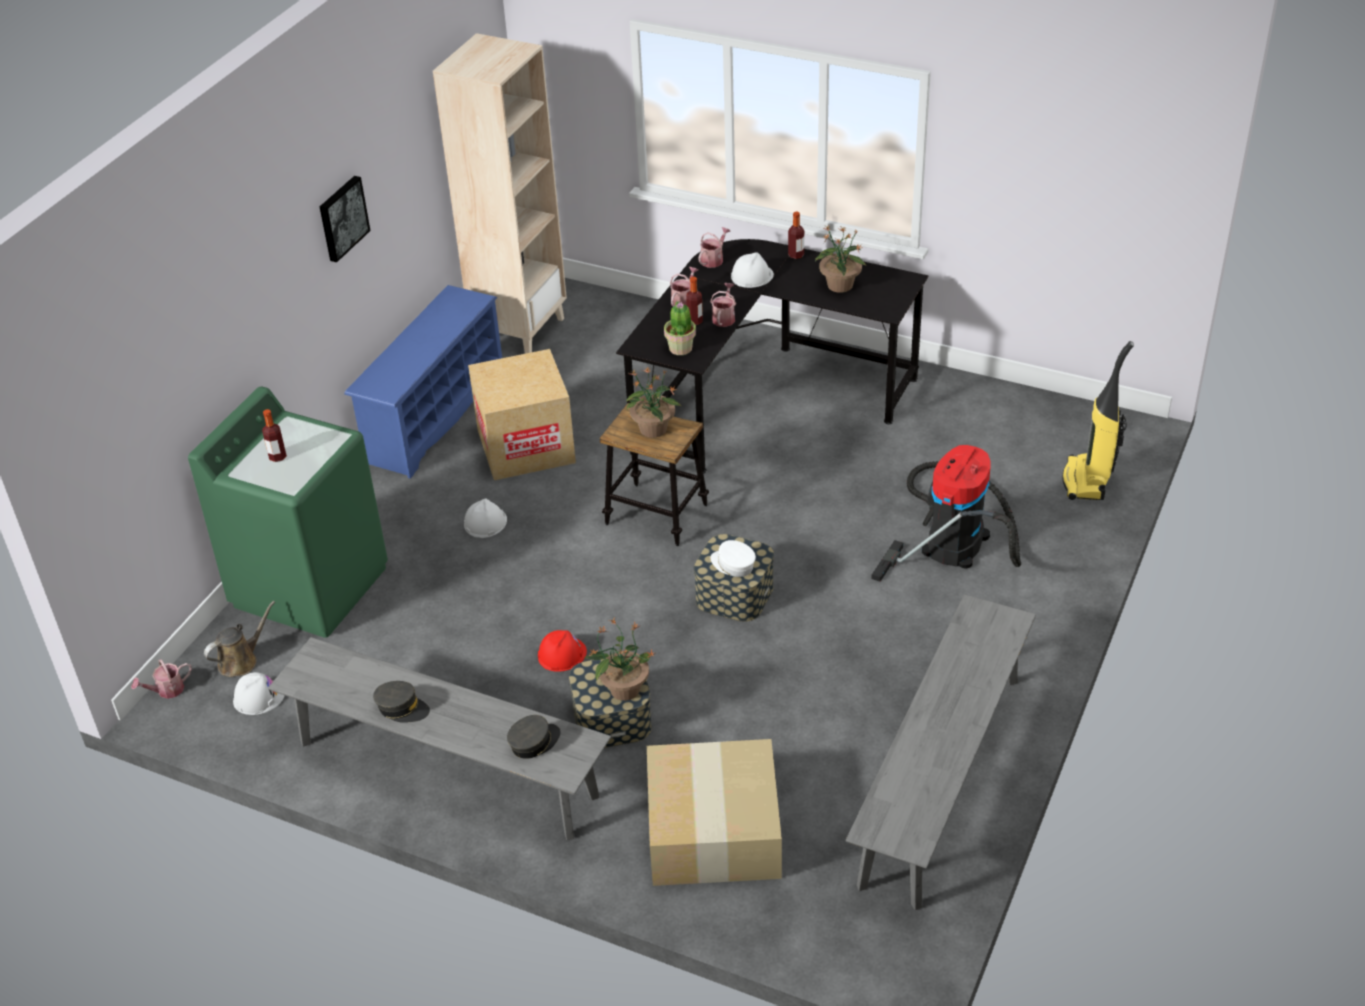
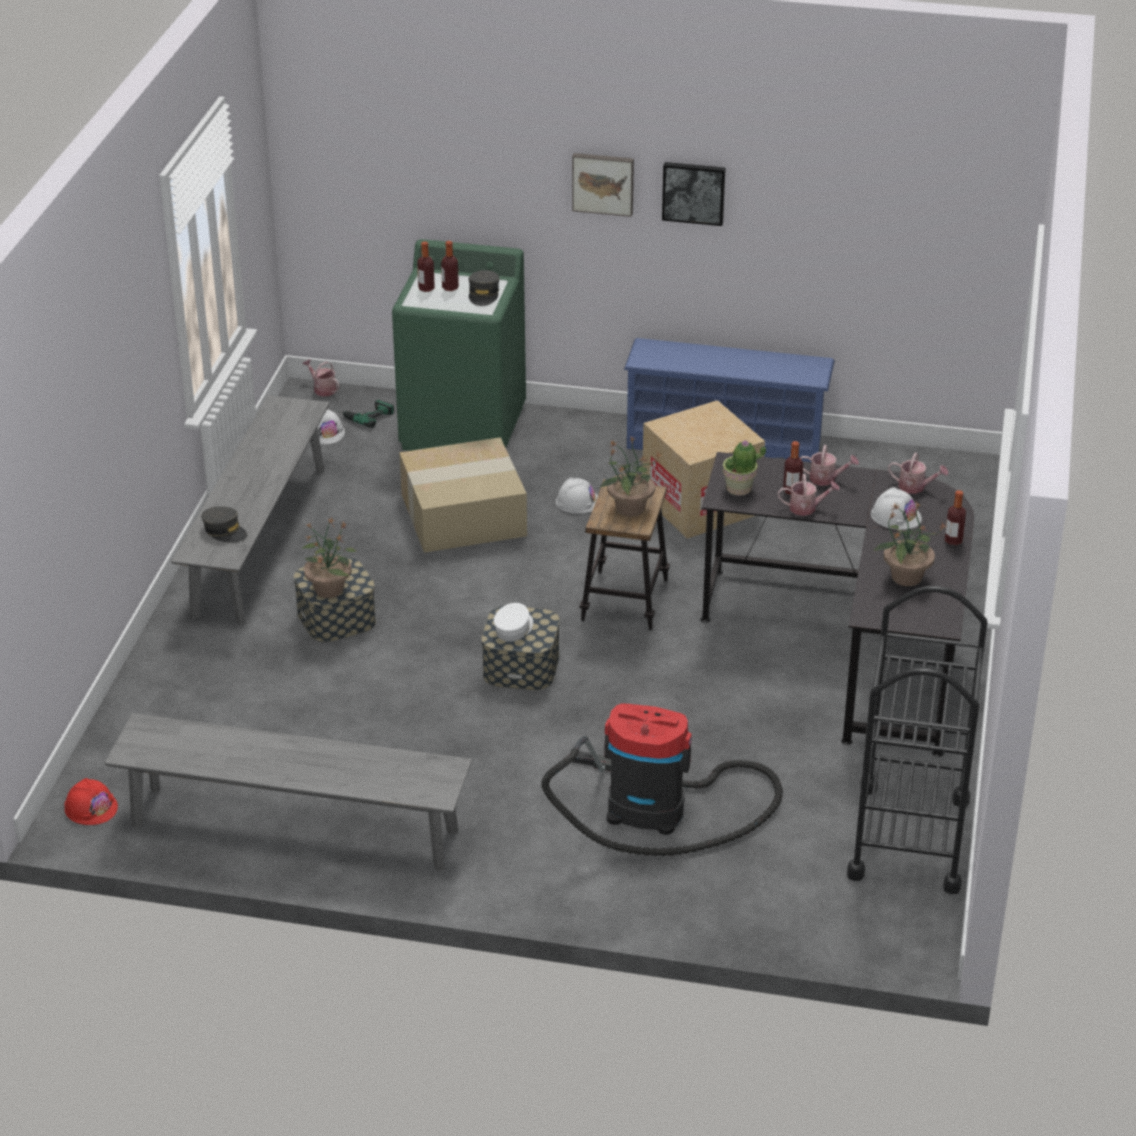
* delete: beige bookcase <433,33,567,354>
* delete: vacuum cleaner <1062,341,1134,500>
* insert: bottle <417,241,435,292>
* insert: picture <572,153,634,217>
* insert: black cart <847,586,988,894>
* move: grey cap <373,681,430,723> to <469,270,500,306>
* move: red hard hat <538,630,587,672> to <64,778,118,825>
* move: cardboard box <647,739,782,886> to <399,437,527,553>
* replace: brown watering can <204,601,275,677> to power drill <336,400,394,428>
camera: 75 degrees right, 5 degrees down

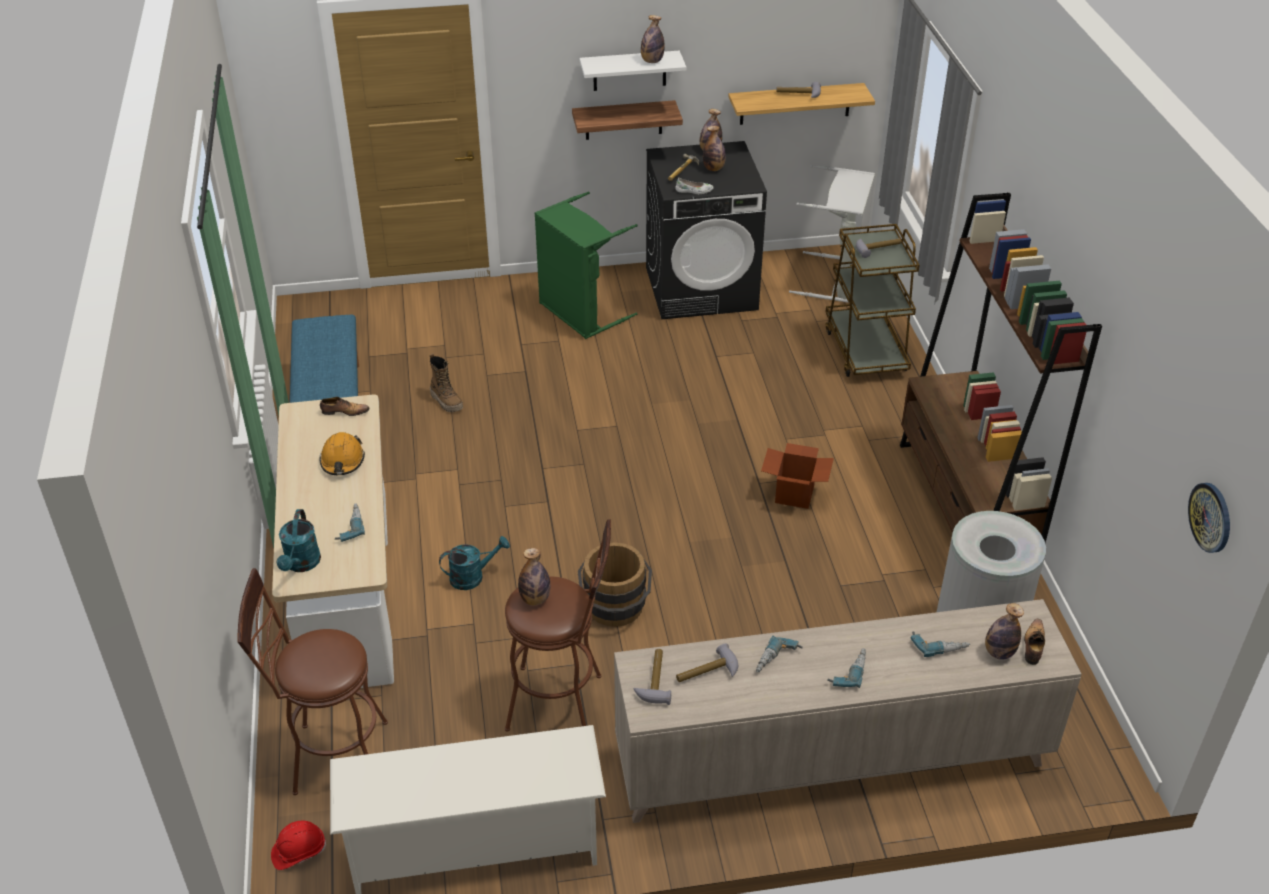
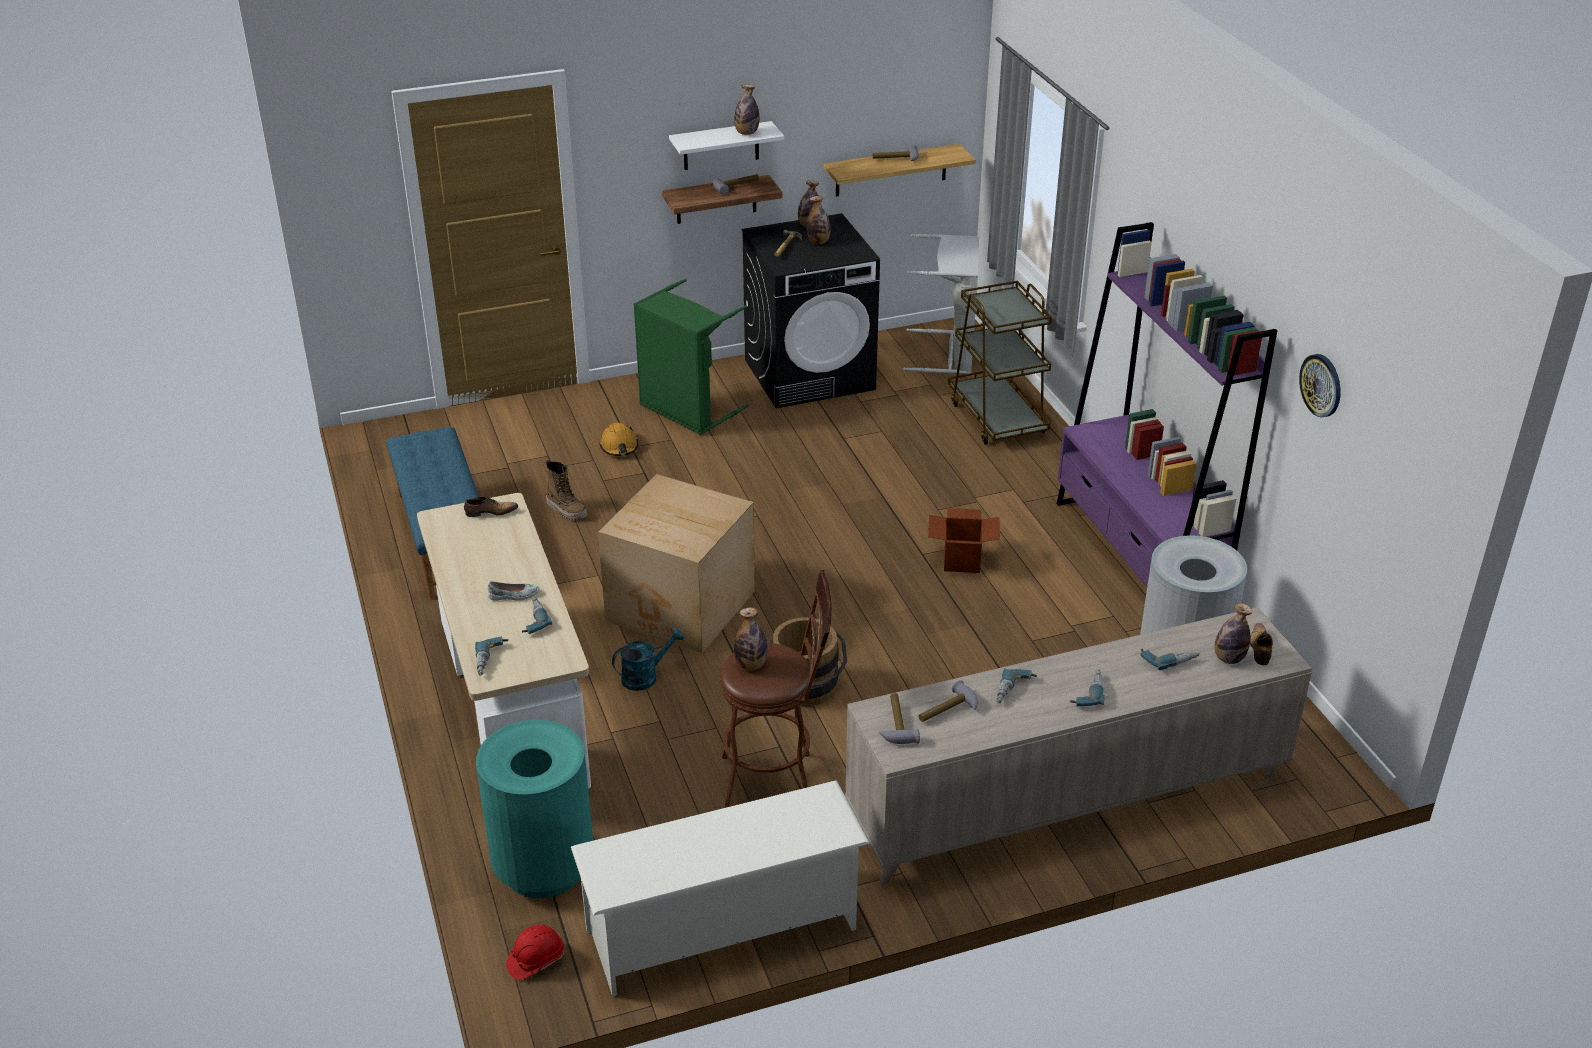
* insert: cardboard box <598,474,755,653>
* move: orange hard hat <319,432,365,475> to <600,422,638,456>
* move: white shoe <675,178,714,194> to <487,581,540,601>
* move: hammer <856,238,901,258> to <713,174,759,194>
* move: wall clock <1188,483,1230,553> to <1299,354,1341,418>
* replace: brown stool <238,568,388,795> to turquoise trash can <476,719,593,898>
* replace: turquoise watering can <277,509,321,572> to power drill <475,636,508,676>
* recolor: brown bookcase <900,193,1102,543> to purple bookcase <1057,222,1277,587>
camera: 10 degrees left, 5 degrees down

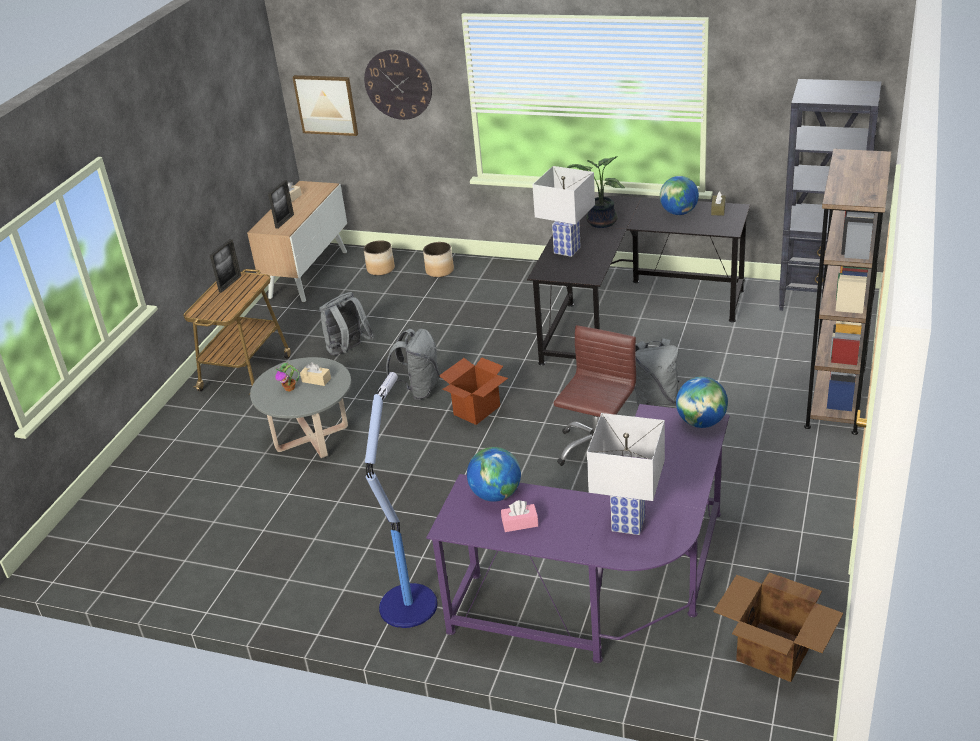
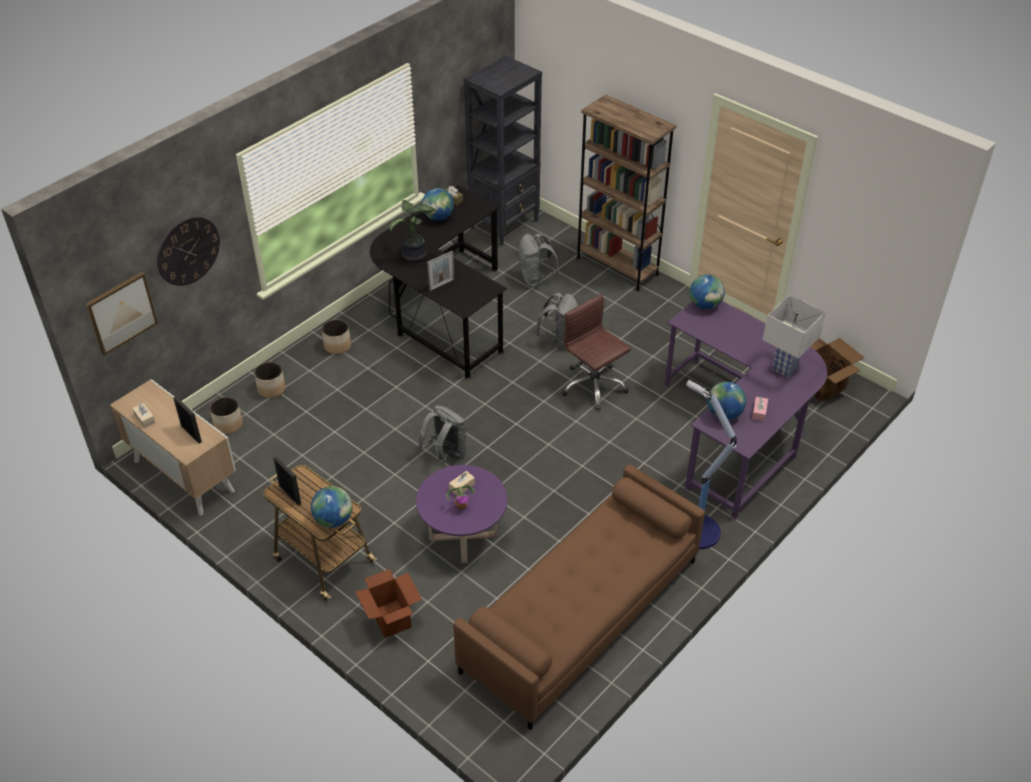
* insert: globe <311,486,353,528>
* insert: planter <322,319,351,354>
* insert: brown sofa <453,464,705,730>
* move: grey backpack <319,292,374,355> to <519,234,559,287>
* move: cardboard box <439,357,508,425> to <355,569,422,638>
* replace: white table lamp <532,166,595,257> to picture frame <427,251,454,291>
* recolor: grey coffee table <250,357,351,458> to purple coffee table <416,465,507,563>
camera: 70 degrees left, 10 degrees up

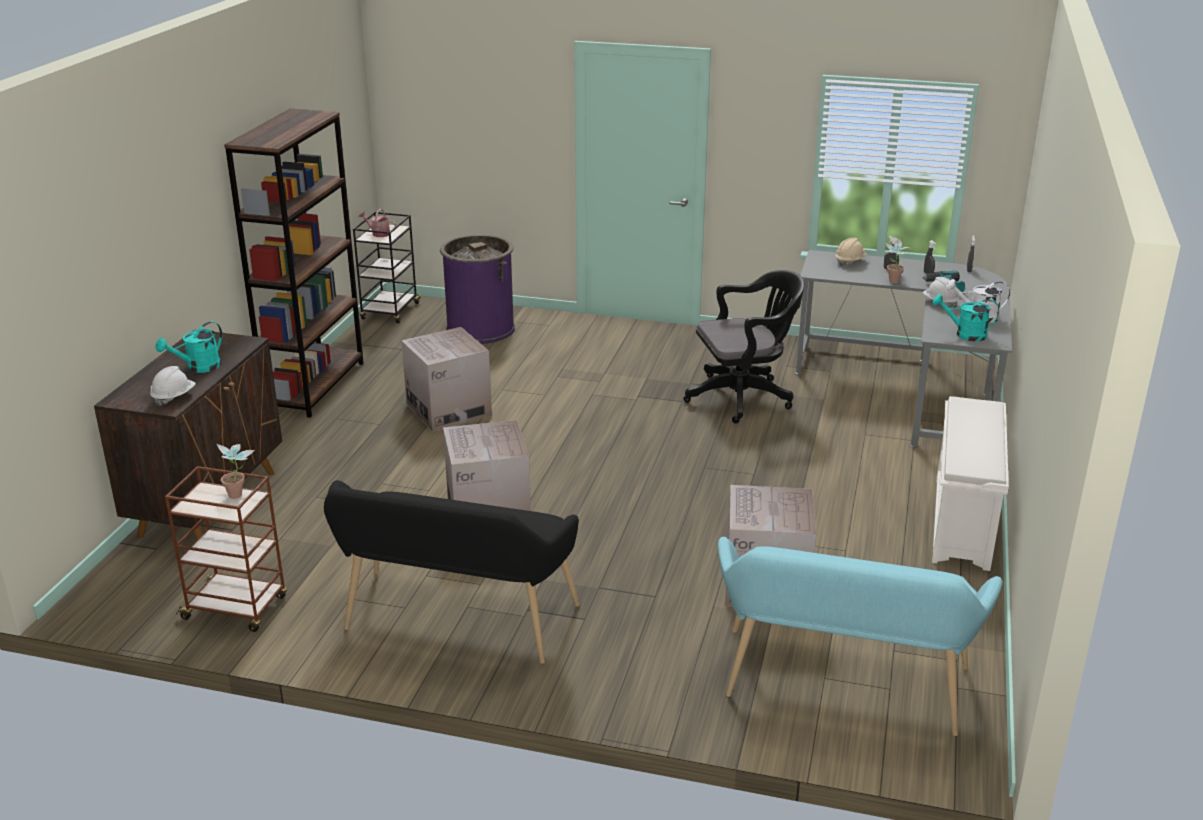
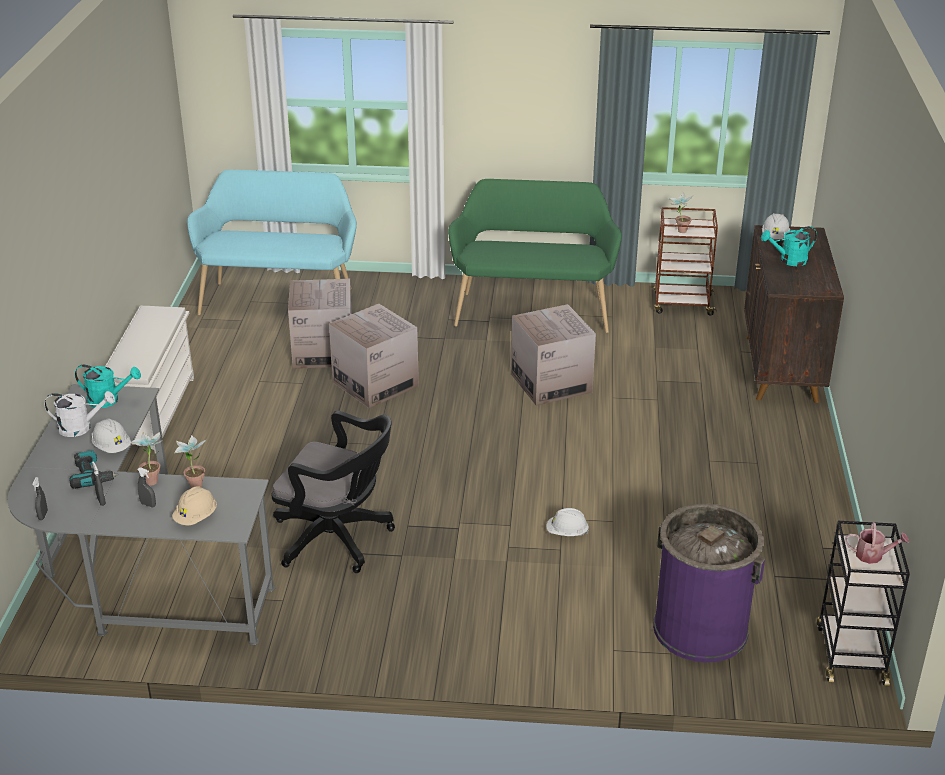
* delete: brown bookcase <224,108,364,418>
* insert: potted plant <174,435,207,488>
* insert: white hard hat <546,508,589,536>
* move: cardboard box <401,327,492,431> to <329,304,419,408>
* recolor: black bench <324,480,580,664> to green bench <448,179,622,333>
* rotate: turquoise watering can <156,321,222,373> = <761,226,817,266> 135 degrees counterclockwise
* rotate: black office chair <683,270,804,424> = <271,411,395,573> 135 degrees counterclockwise
camera: 170 degrees right, 5 degrees up

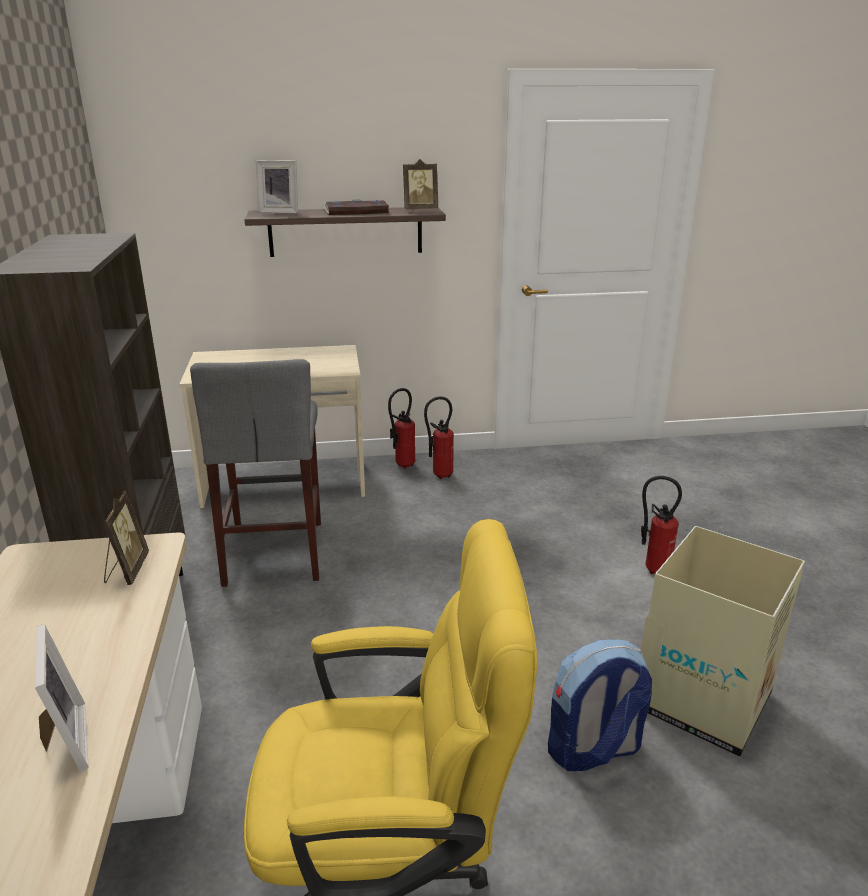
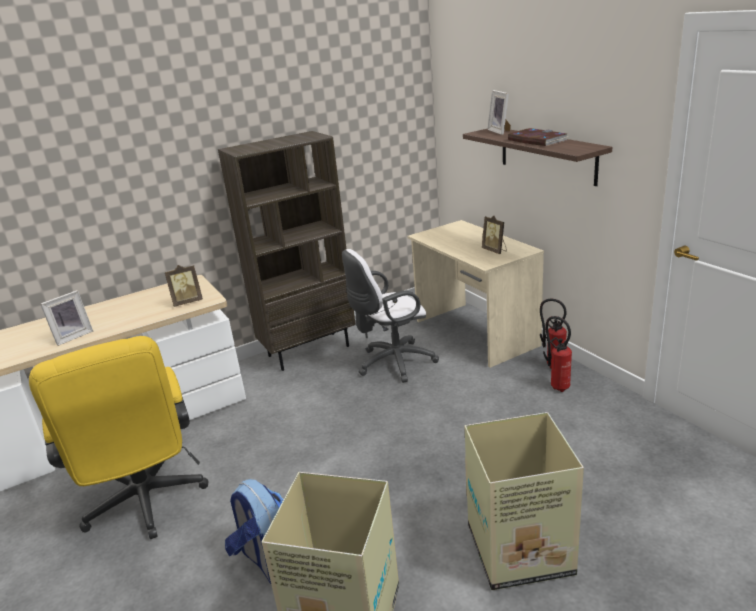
* move: picture frame <403,159,438,209> to <482,216,507,254>
* replace: grey stool <190,359,321,587> to white office chair <342,249,439,383>
* replace: fire extinguisher <641,476,682,575> to cardboard box <465,412,584,590>
camera: 70 degrees right, 0 degrees up

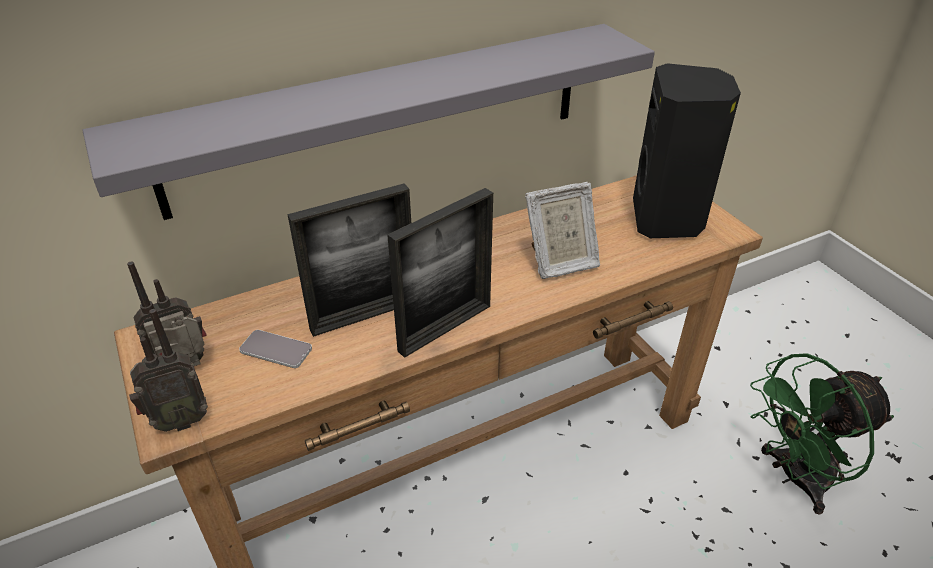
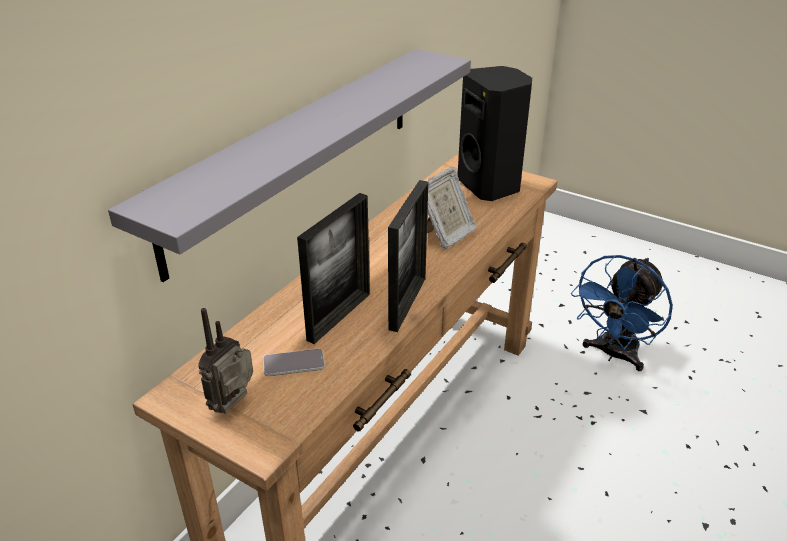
* delete: radio <129,309,208,432>
* recolor: green fan <750,353,894,515> to blue fan <571,255,673,371>
camera: 30 degrees left, 5 degrees down

